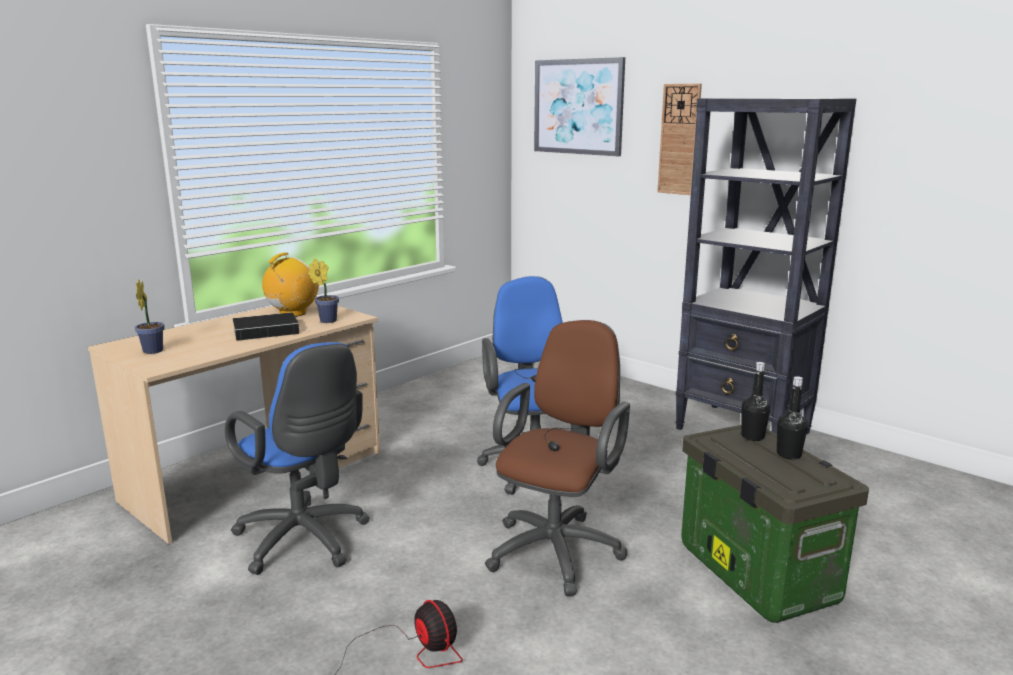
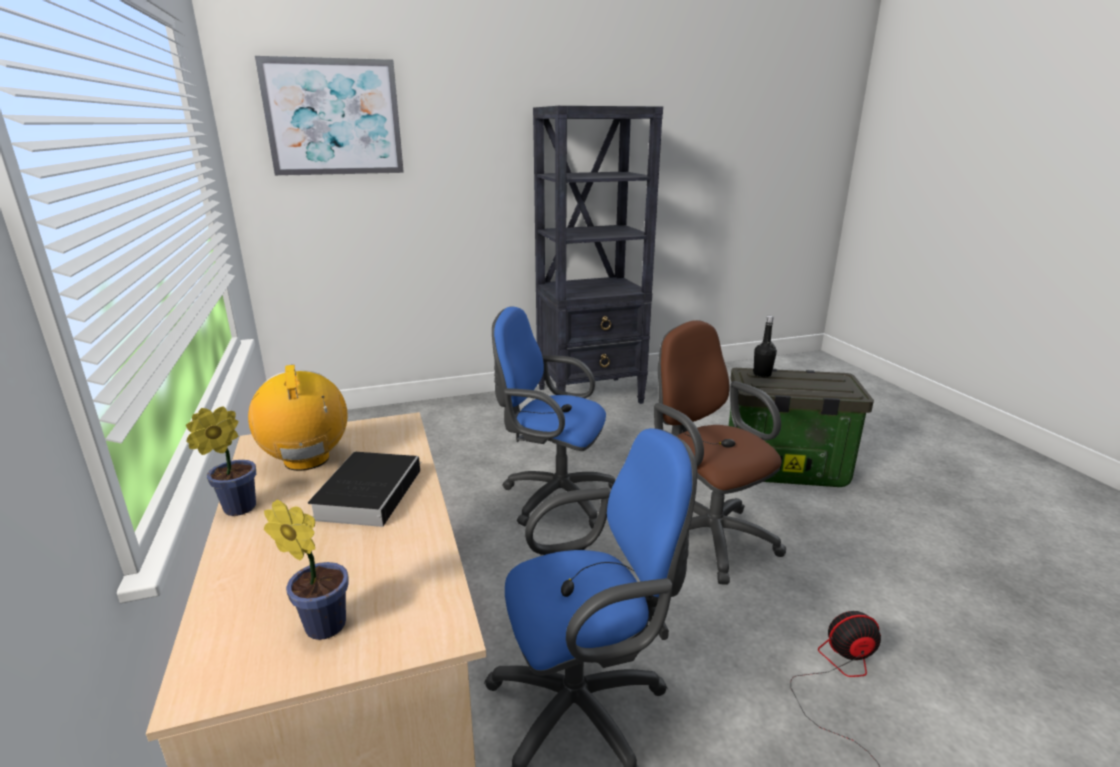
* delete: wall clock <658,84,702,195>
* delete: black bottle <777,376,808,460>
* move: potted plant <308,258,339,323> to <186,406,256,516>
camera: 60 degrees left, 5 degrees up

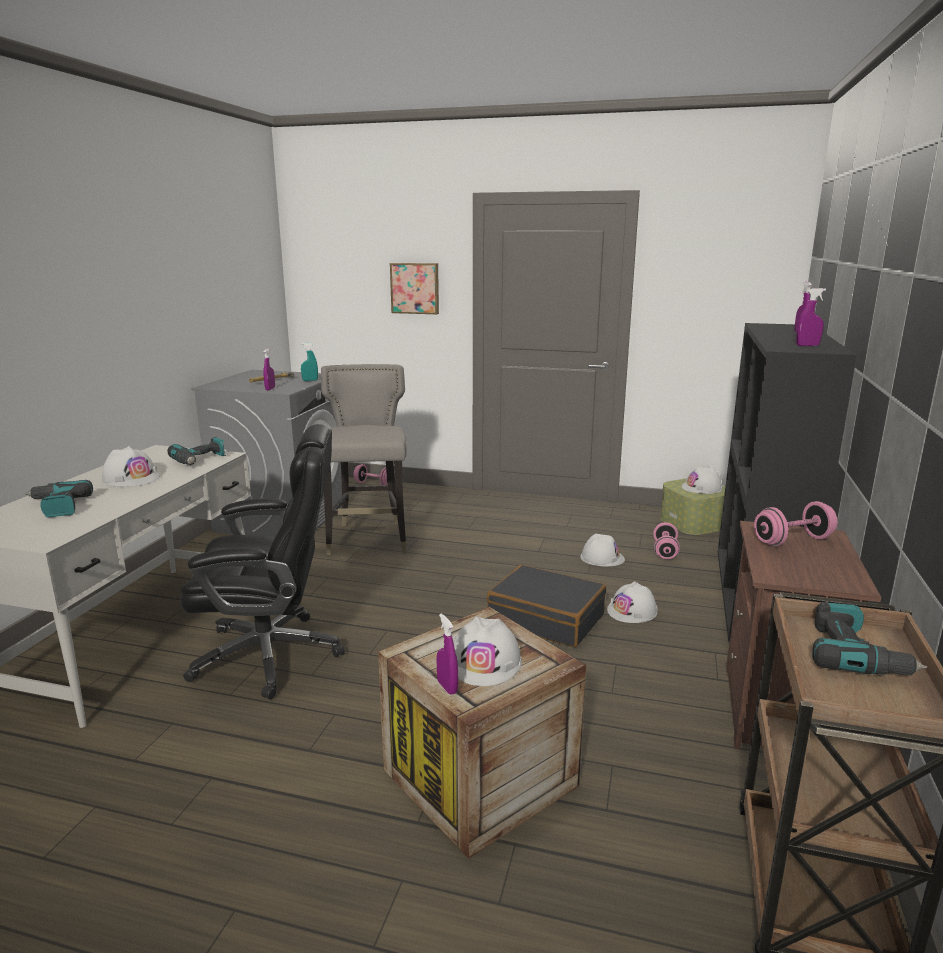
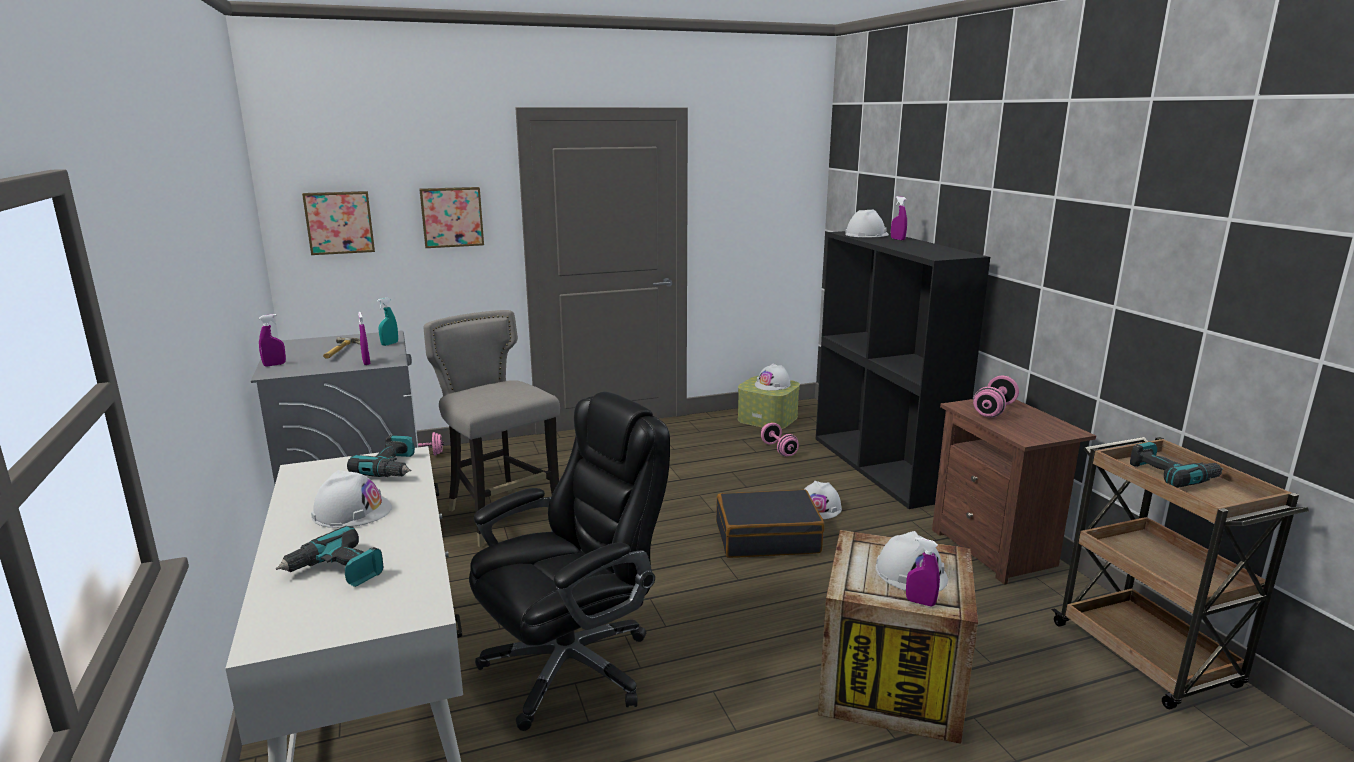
* insert: picture <302,191,375,255>
* move: white hard hat <580,534,625,567> to <845,209,889,237>
* move: purple spray bottle <796,288,826,346> to <259,314,286,367>
camera: 35 degrees left, 0 degrees up

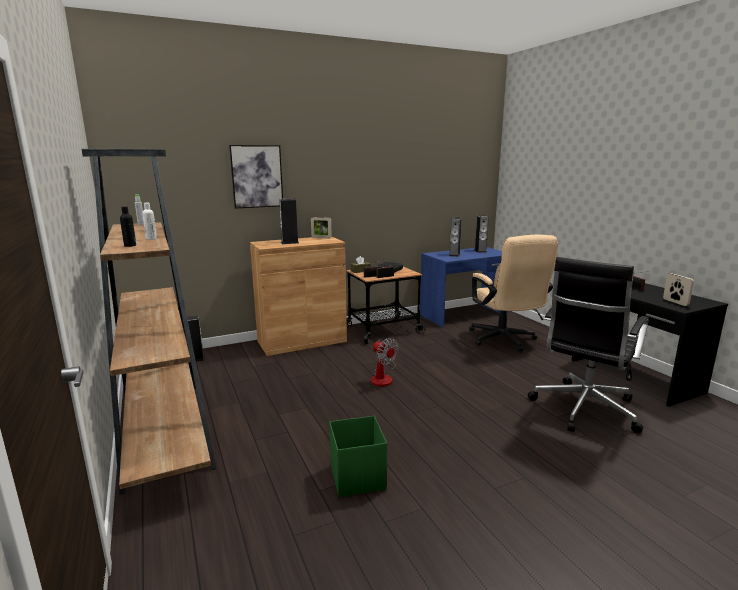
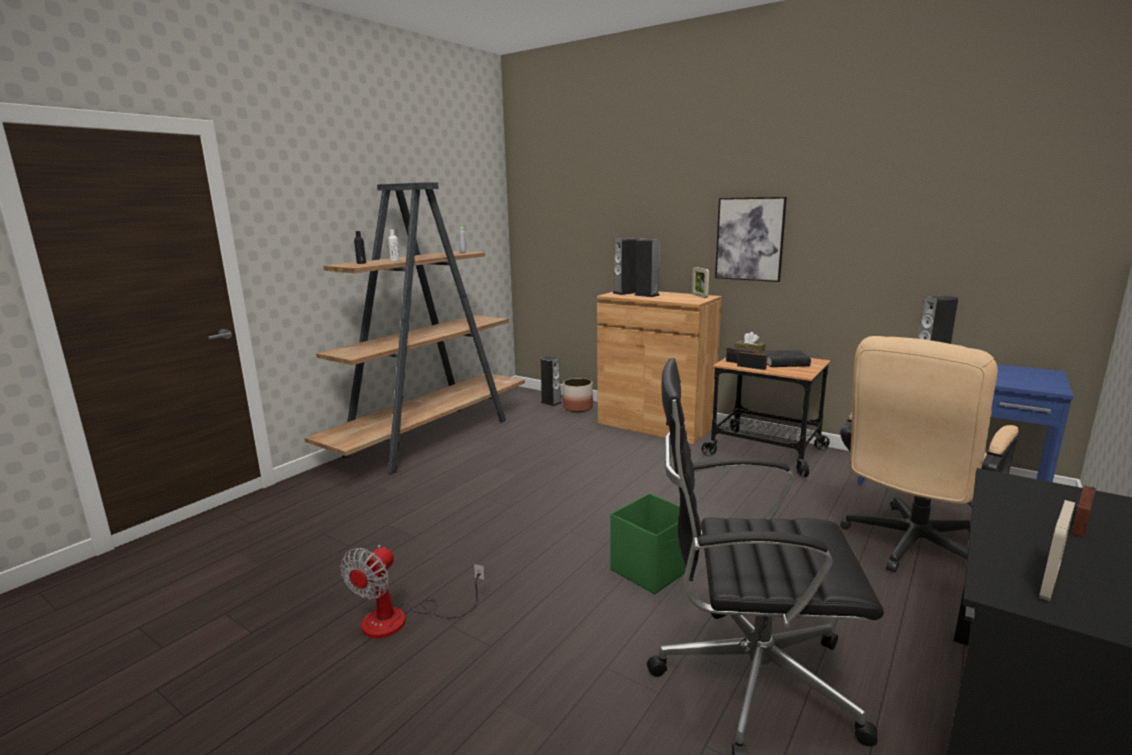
* insert: planter <563,378,593,412>
* move: picture <229,145,283,209> to <715,197,787,282>
* move: green storage box <329,416,387,497> to <610,494,686,594>
* move: fan <371,338,399,387> to <340,545,485,638>
* move: speaker <474,215,489,253> to <613,238,637,295>
camera: 60 degrees right, 0 degrees up

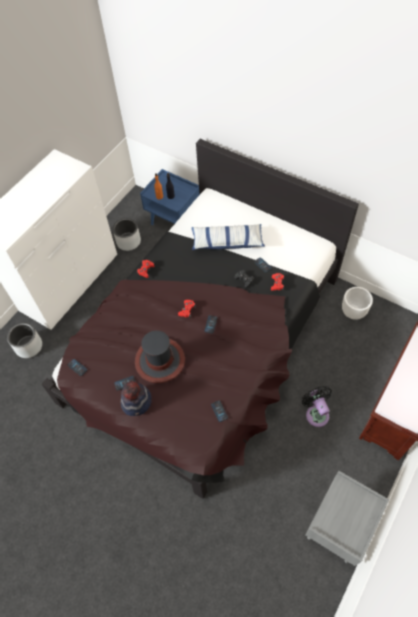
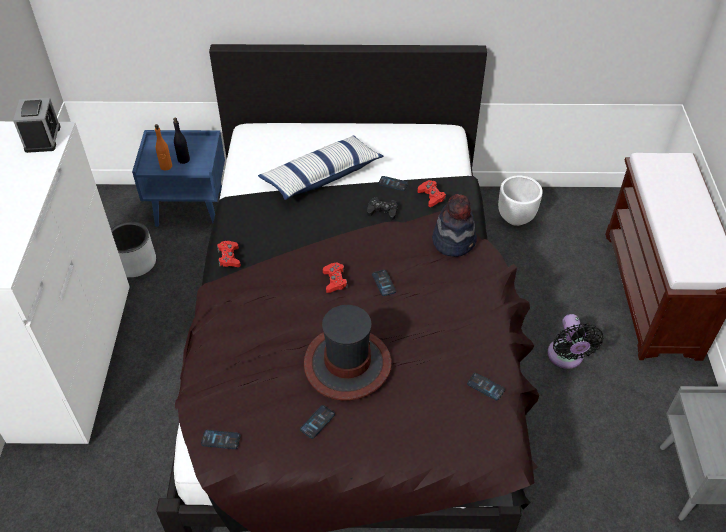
* delete: grey planter <7,323,42,358>
* insert: alarm clock <13,98,61,153>
* move: hat <121,381,152,416> to <432,194,477,257>
* rotate: black fan <302,386,332,427> = <548,314,603,369> 135 degrees counterclockwise
camera: 35 degrees left, 10 degrees down

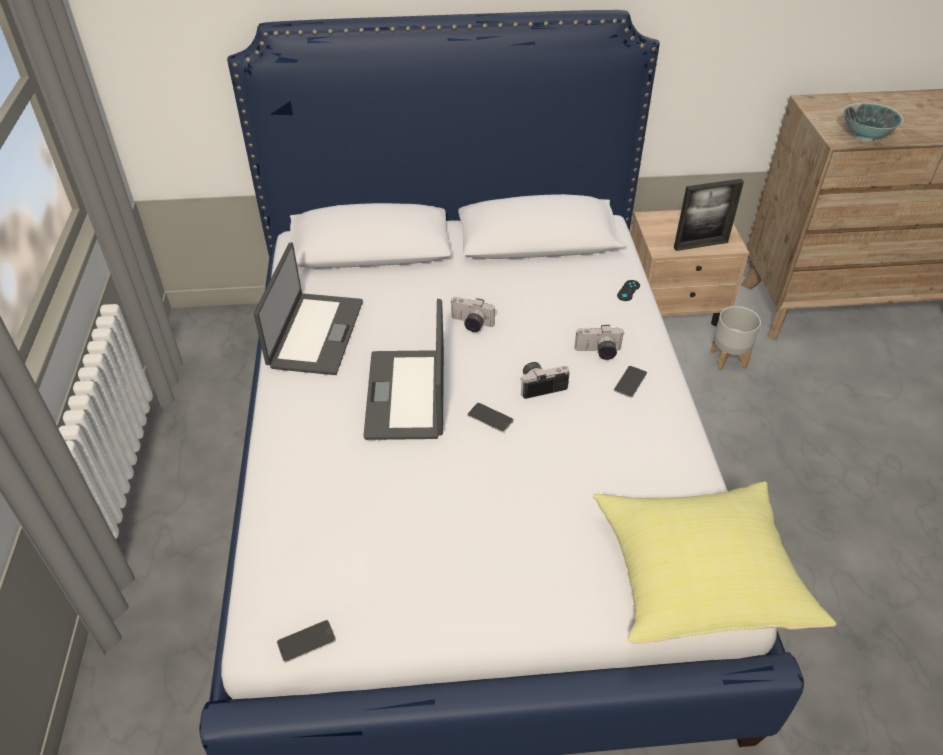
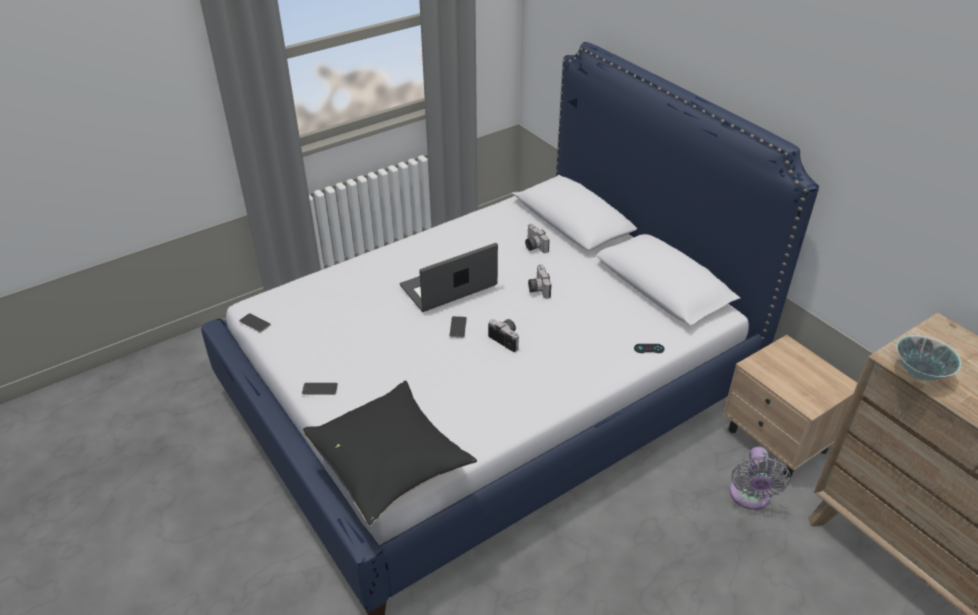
* delete: laptop <254,243,363,375>
* delete: picture frame <674,179,744,251>
* move: photo camera <574,325,625,360> to <525,224,550,253>
* move: phone <614,366,647,398> to <302,383,338,395>
* replace: grey planter <710,306,761,370> to grey fan <729,447,791,510>
* recolor: yellow pillow <593,481,836,644> to black pillow <303,381,477,526>
camera: 60 degrees right, 5 degrees down

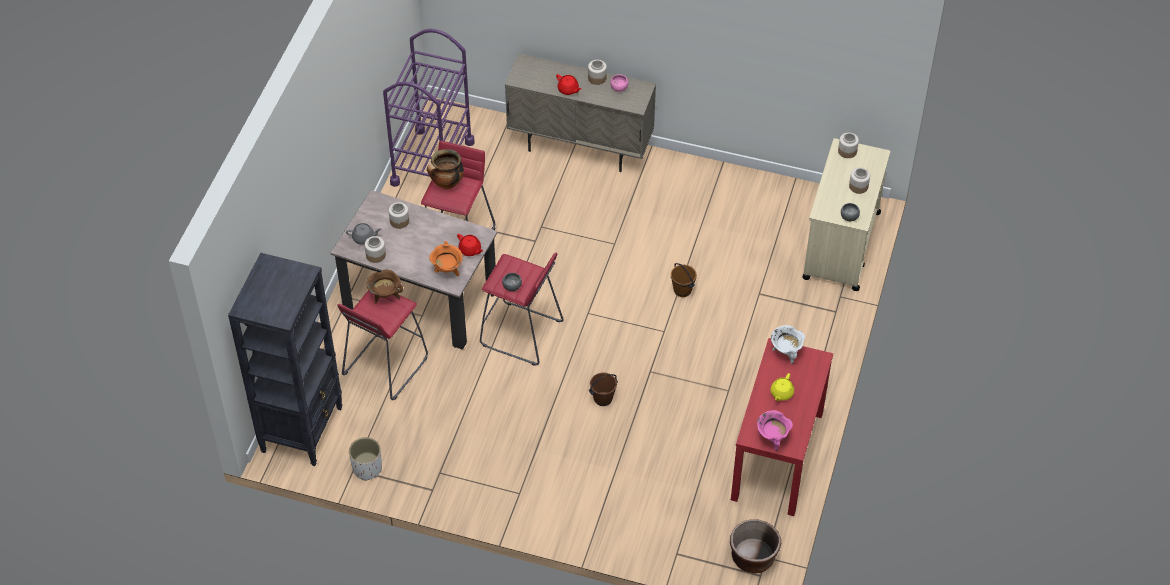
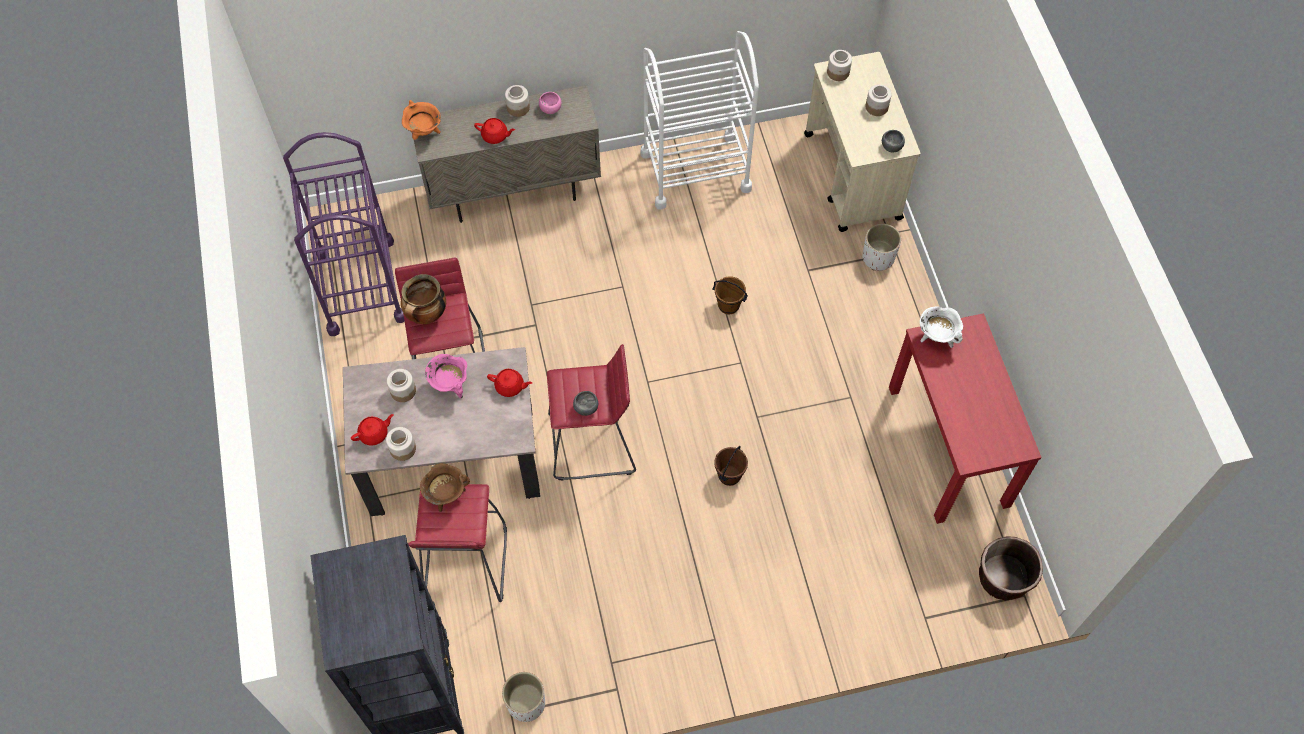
* delete: yellow teapot <771,373,794,401>
* insert: white cart <641,31,759,210>
* insert: white planter <862,223,901,271>
* move: orange cooking pot <429,241,463,276> to <402,100,441,140>
* move: pink cooking pot <757,410,793,451> to <425,354,467,399>
* recolor: grey teapot <346,223,381,245> to red teapot <351,414,394,446>
camera: 30 degrees left, 10 degrees up

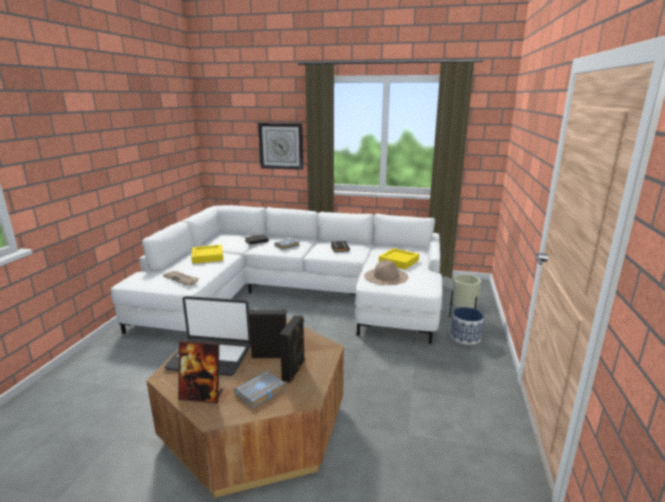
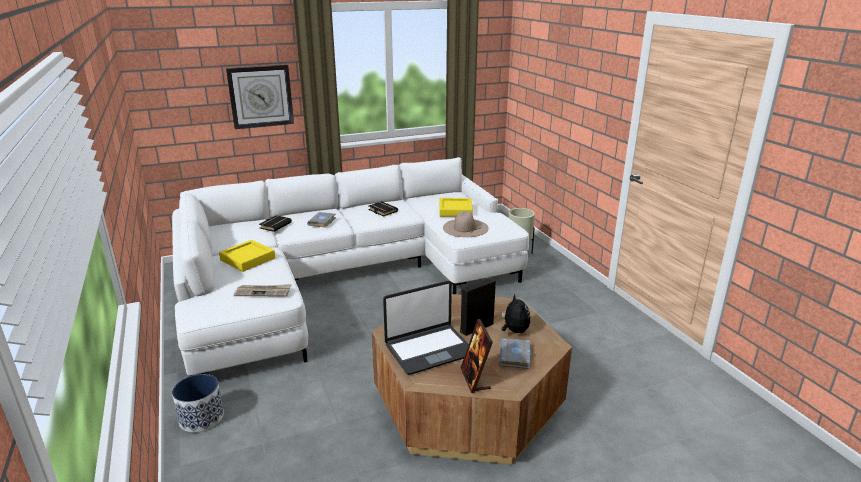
* move: planter <451,307,484,345> to <172,374,224,432>
* replace: black speaker <280,315,305,383> to plush toy <502,294,530,333>
* rotate: picture frame <178,340,223,403> = <461,319,493,393> 105 degrees clockwise
camera: 35 degrees left, 5 degrees up

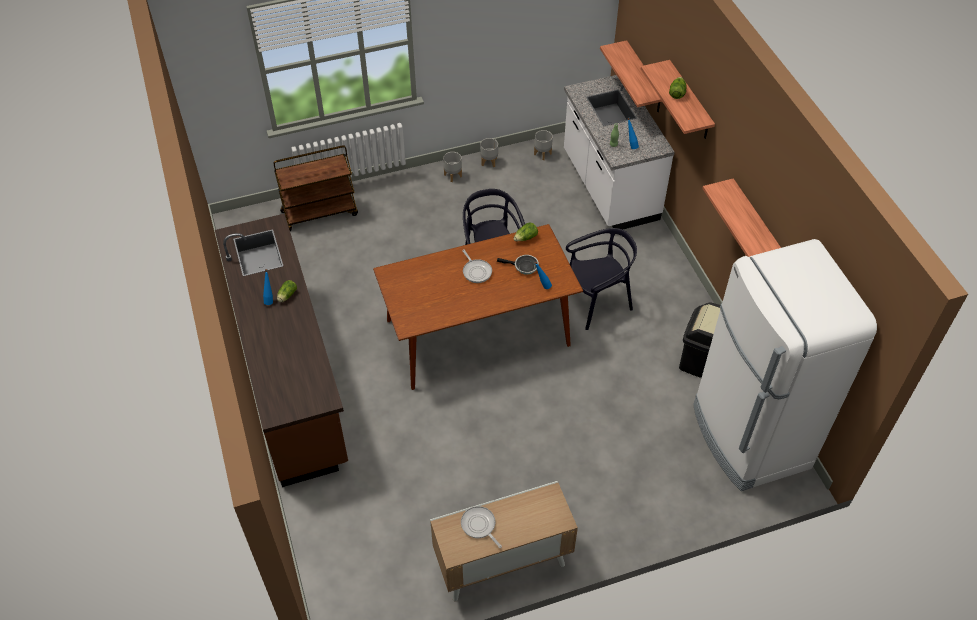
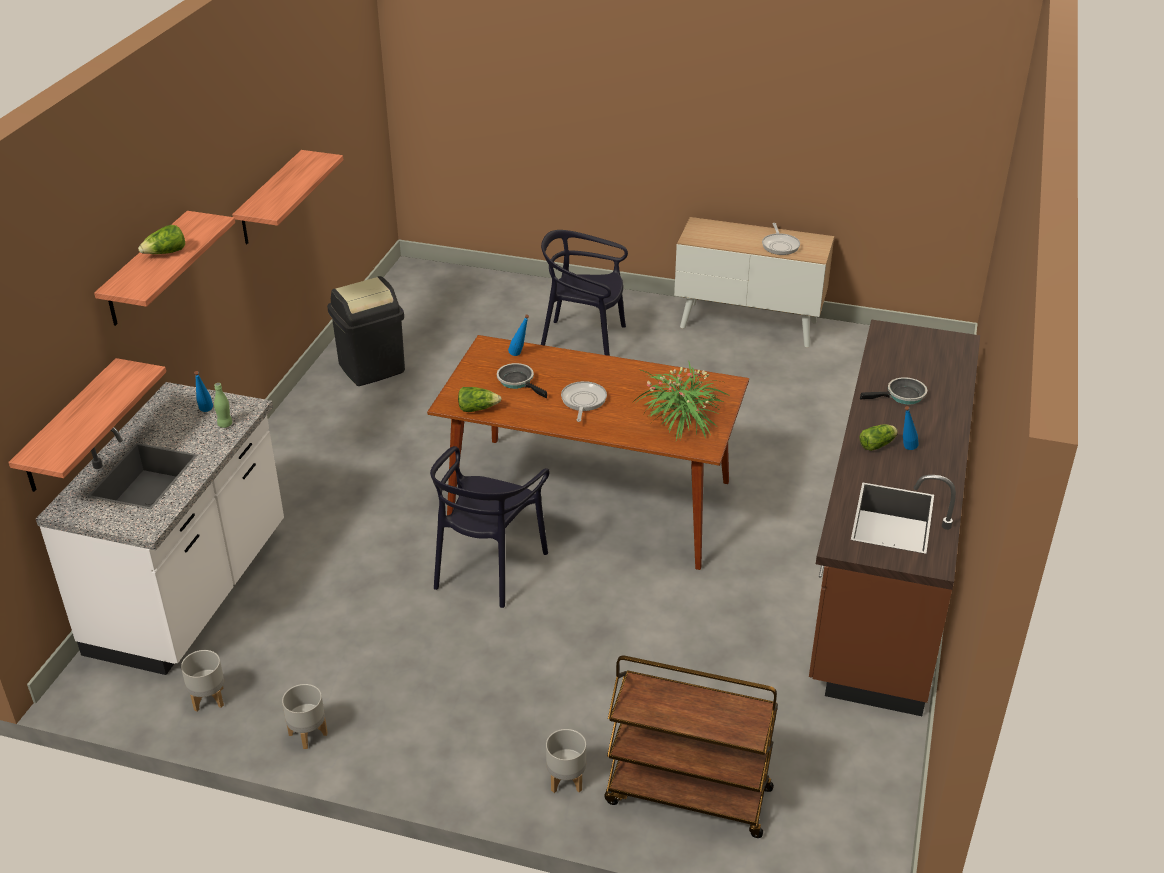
* delete: white fridge <693,239,877,491>
* insert: potted plant <631,360,729,440>
* insert: frying pan <860,377,927,404>
* move: grey planter <443,152,462,182> to <546,729,586,793>
* move: black chair <566,228,637,330> to <541,230,628,356>
camera: 145 degrees left, 15 degrees down

